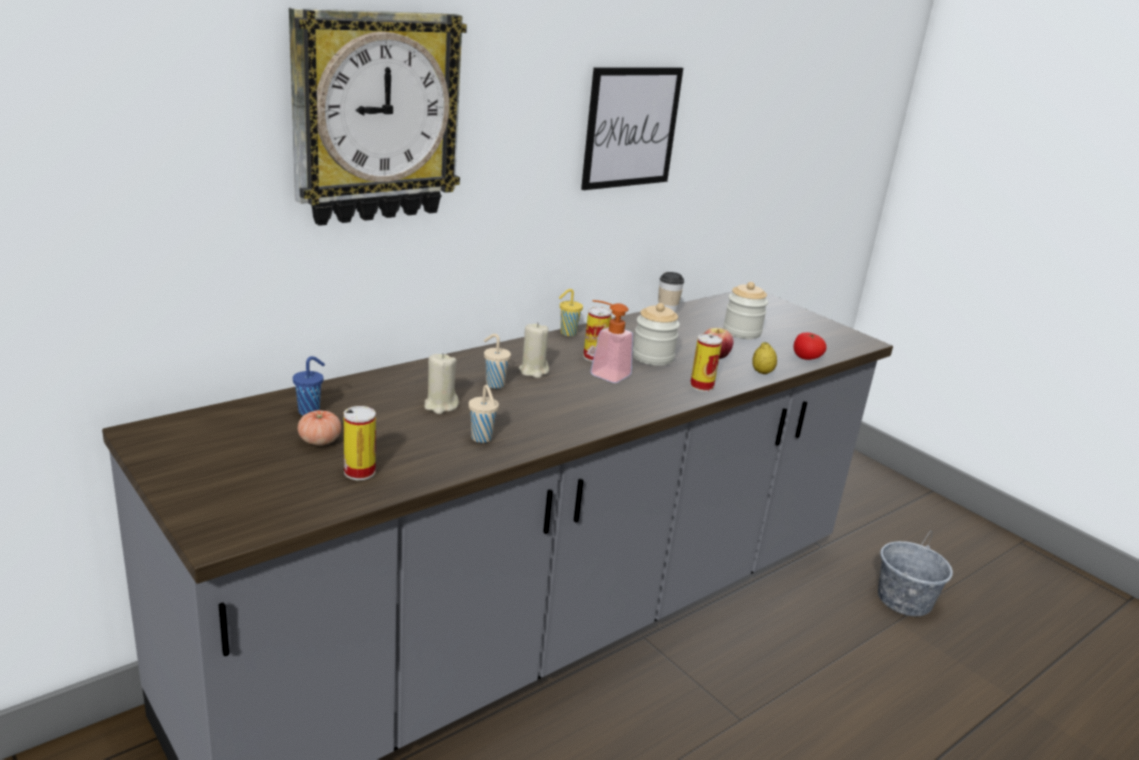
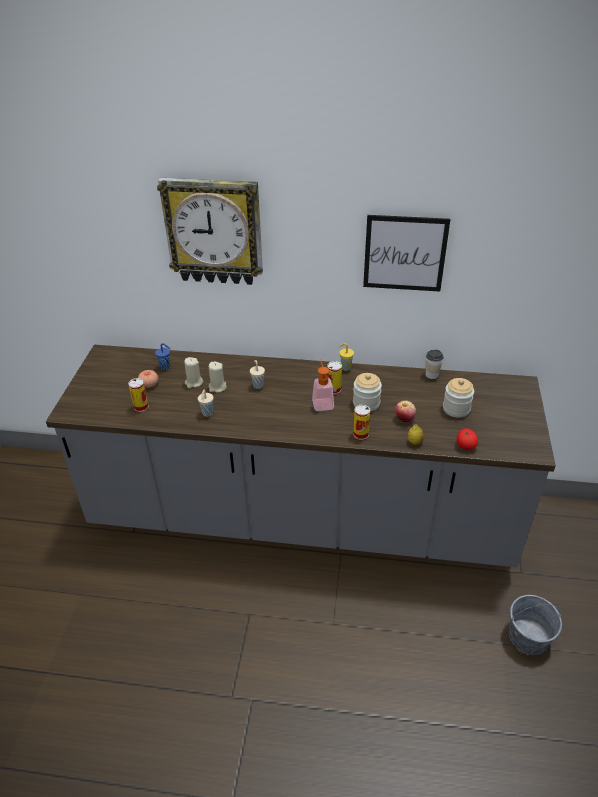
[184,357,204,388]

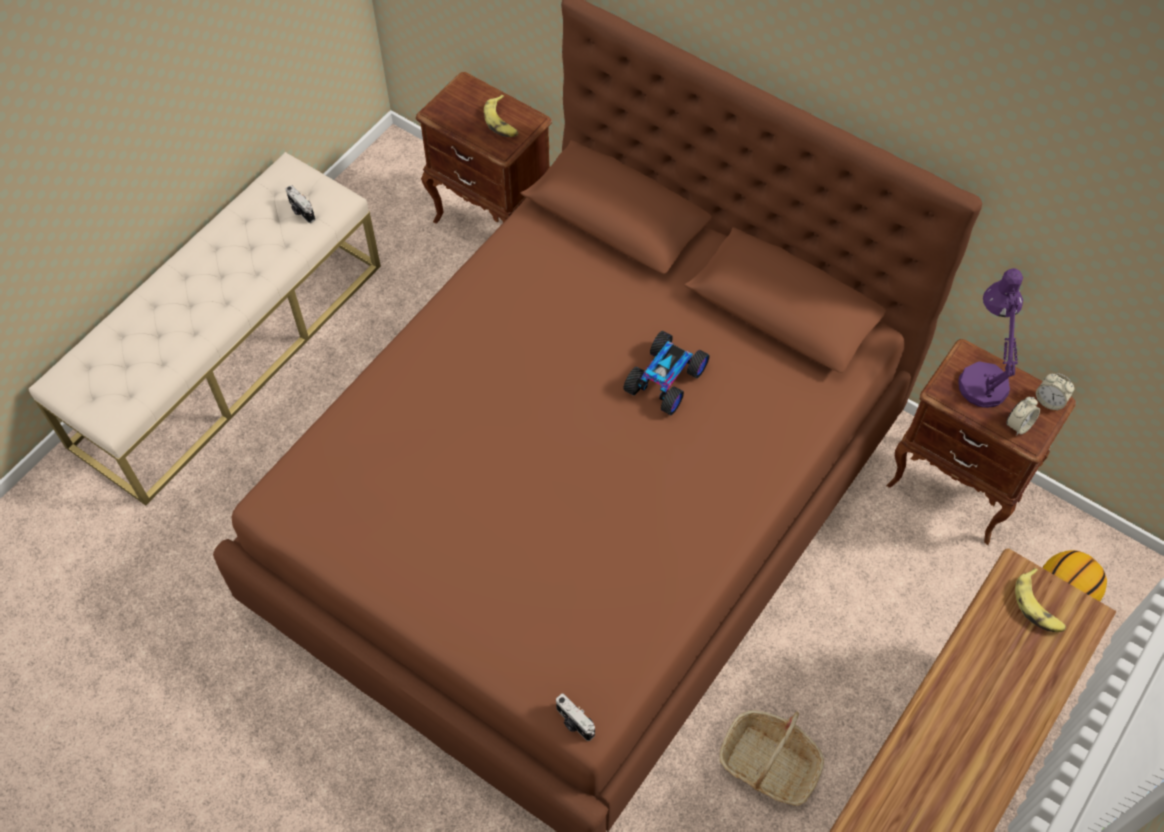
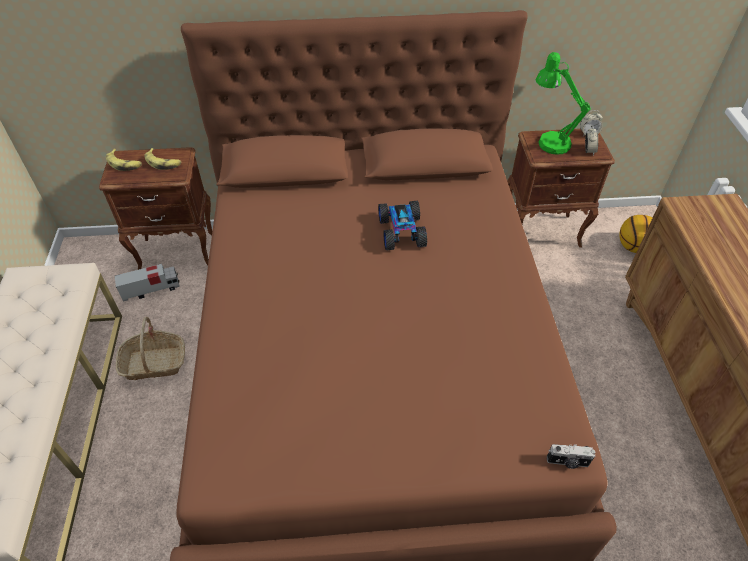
[286,185,315,223] (first image)
[116,317,185,380]
[536,52,591,155]
[106,149,142,171]
[115,264,180,302]

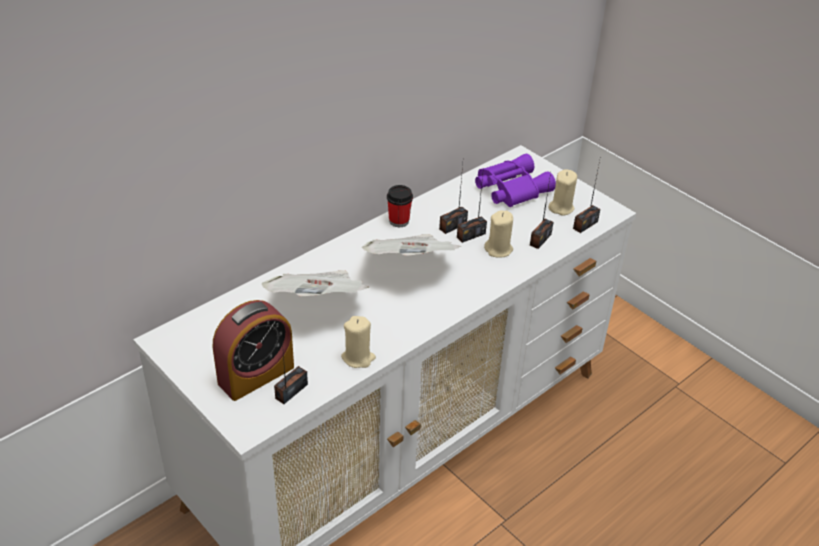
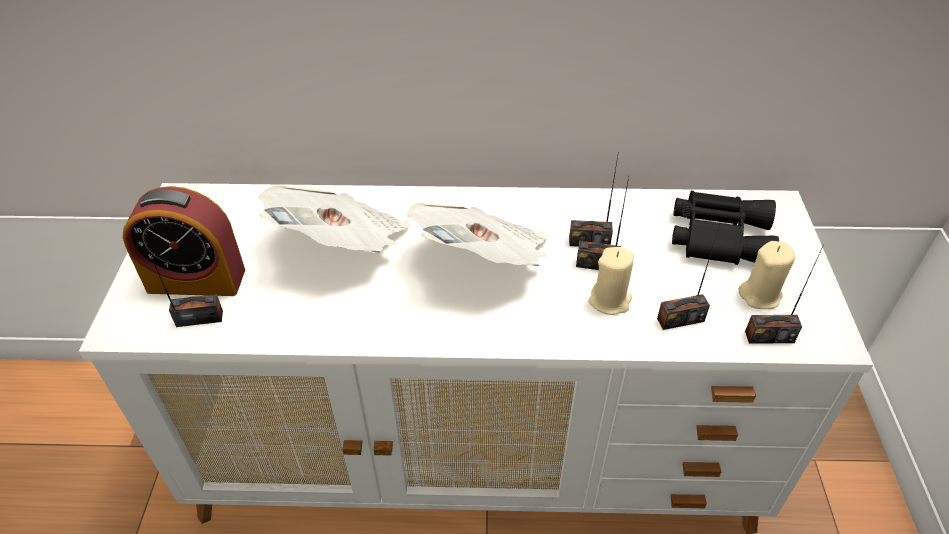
[341,316,376,368] (first image)
[387,185,413,227] (first image)
[672,191,779,265]

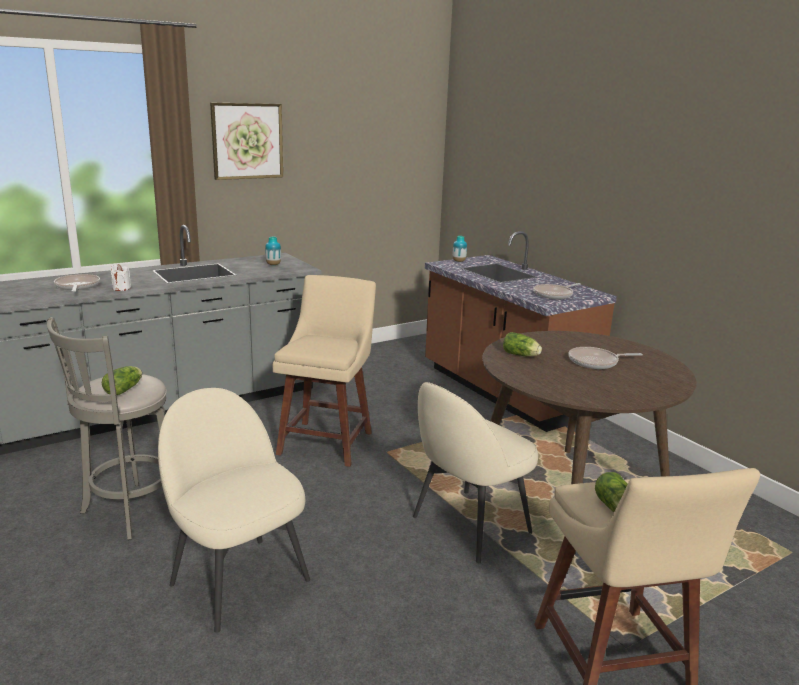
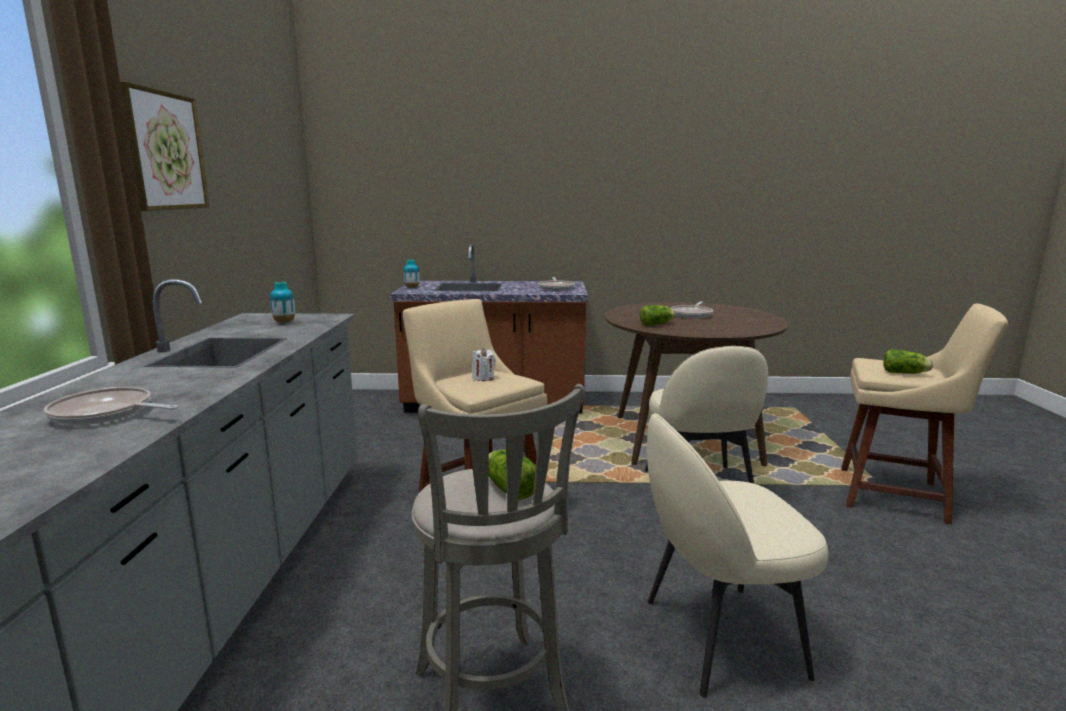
[472,348,496,381]

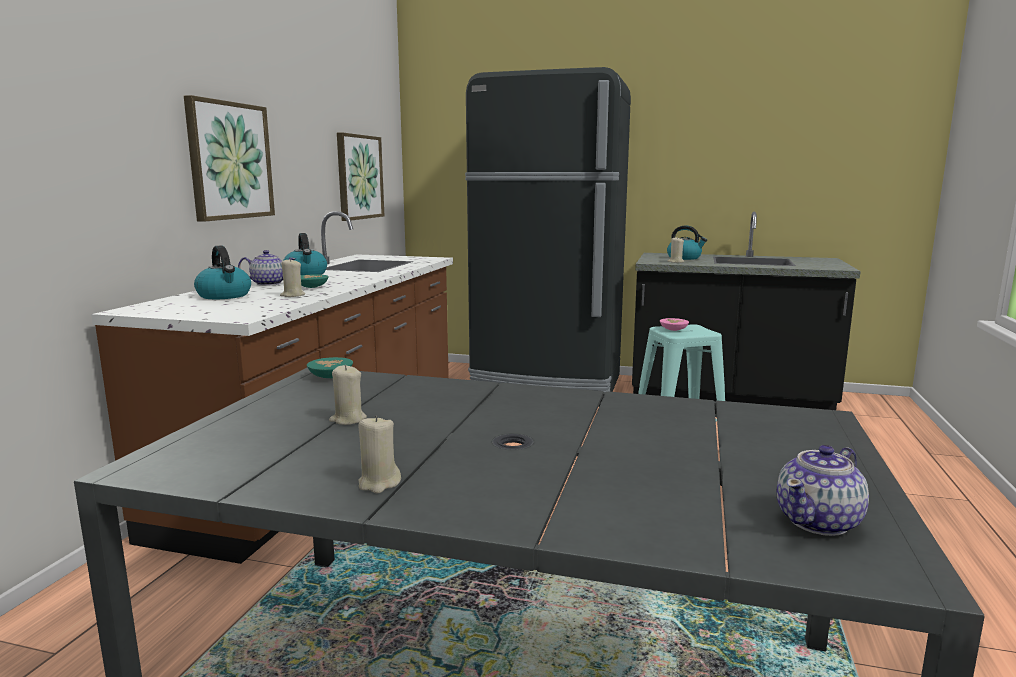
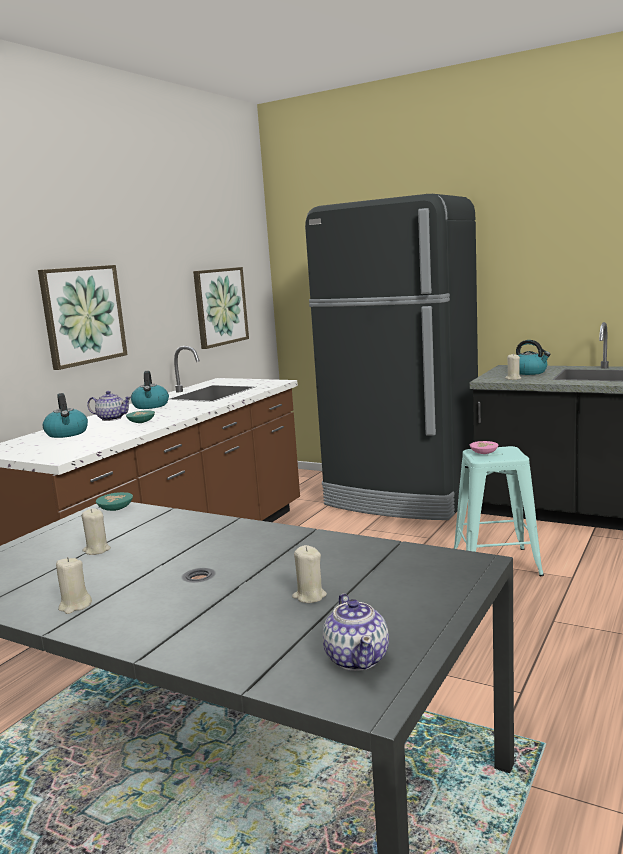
[292,545,327,603]
[323,594,389,671]

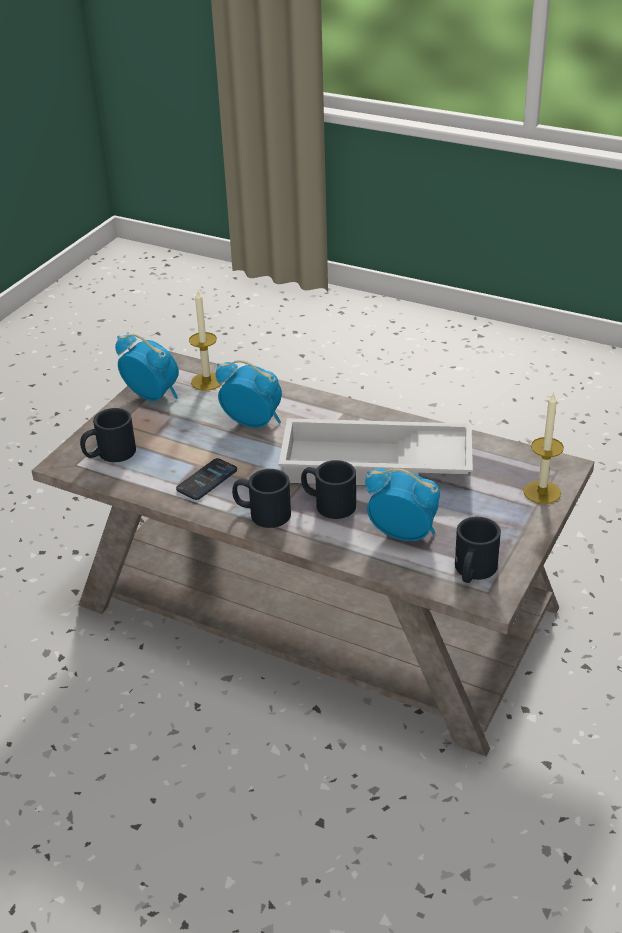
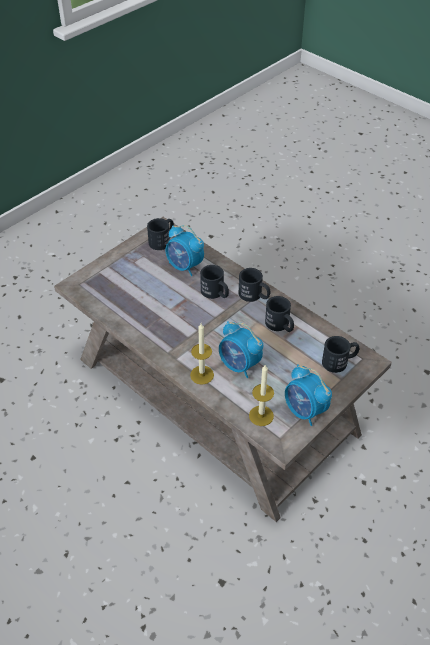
[265,296,294,332]
[279,418,473,485] (first image)
[190,323,214,385]

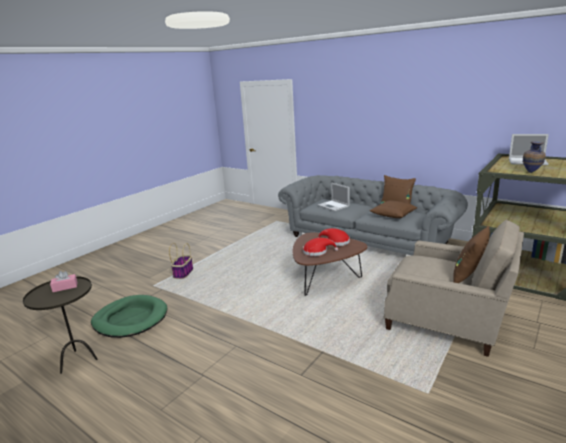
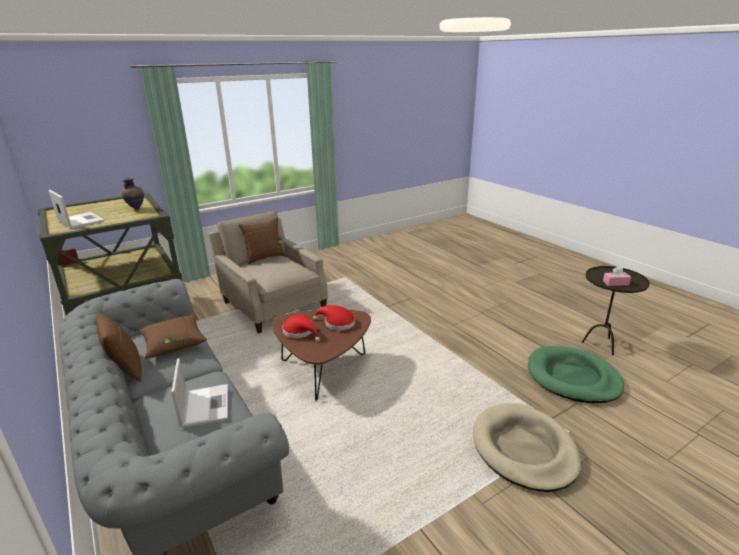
[473,403,581,492]

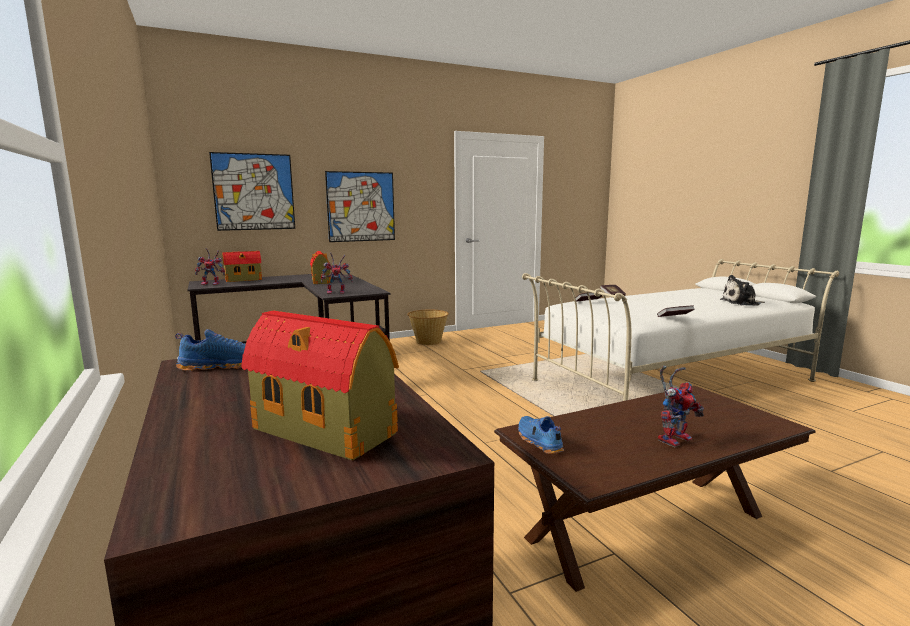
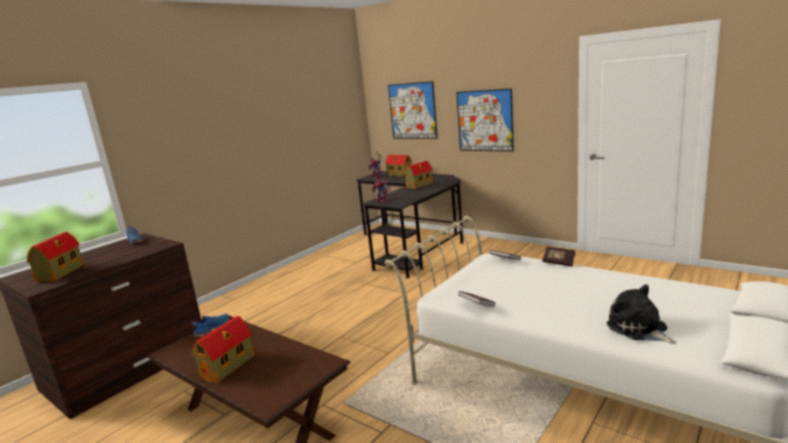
[407,309,449,345] (first image)
[192,316,254,383]

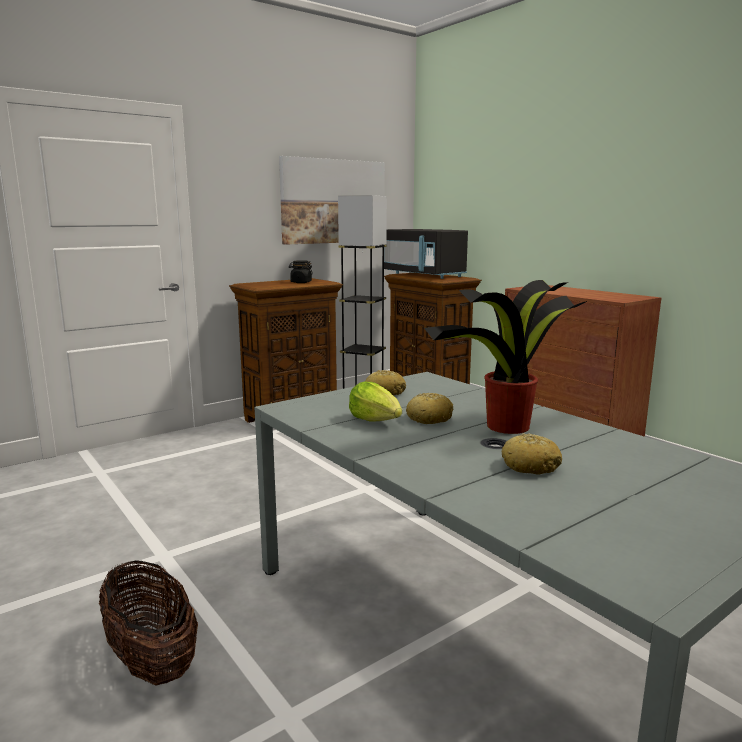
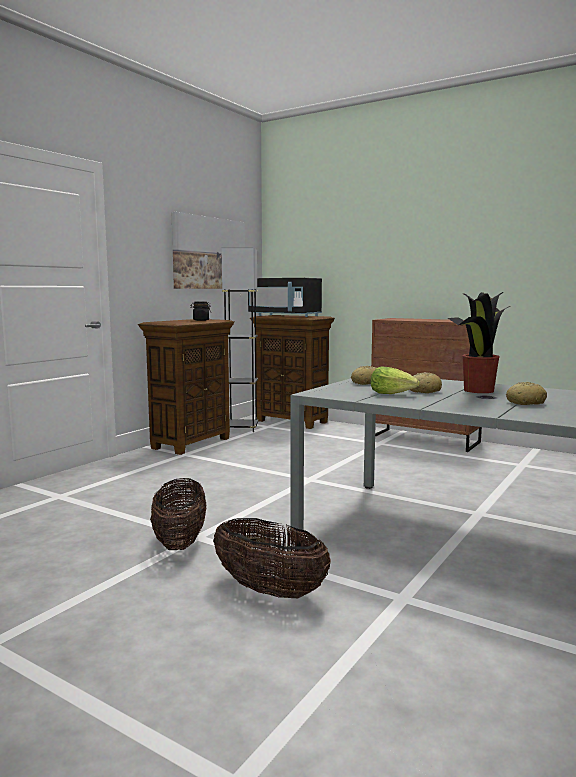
[150,478,207,550]

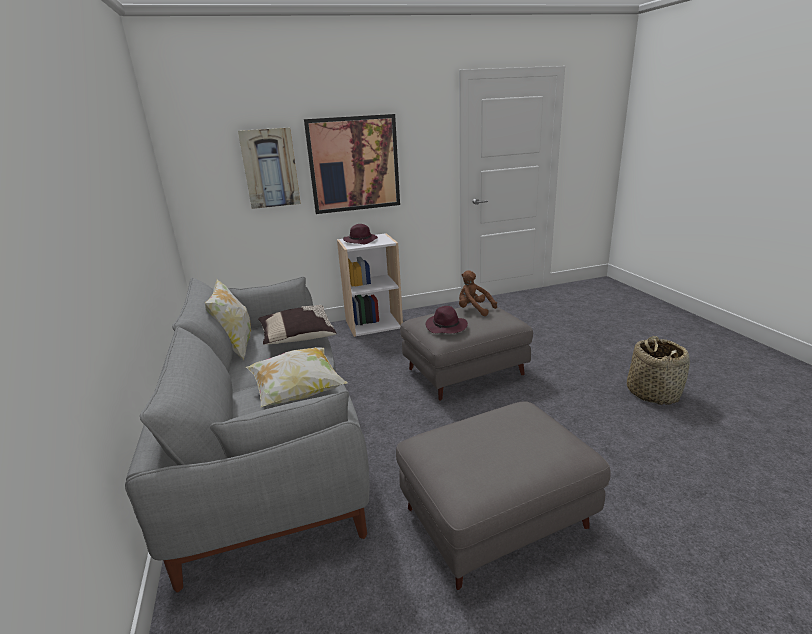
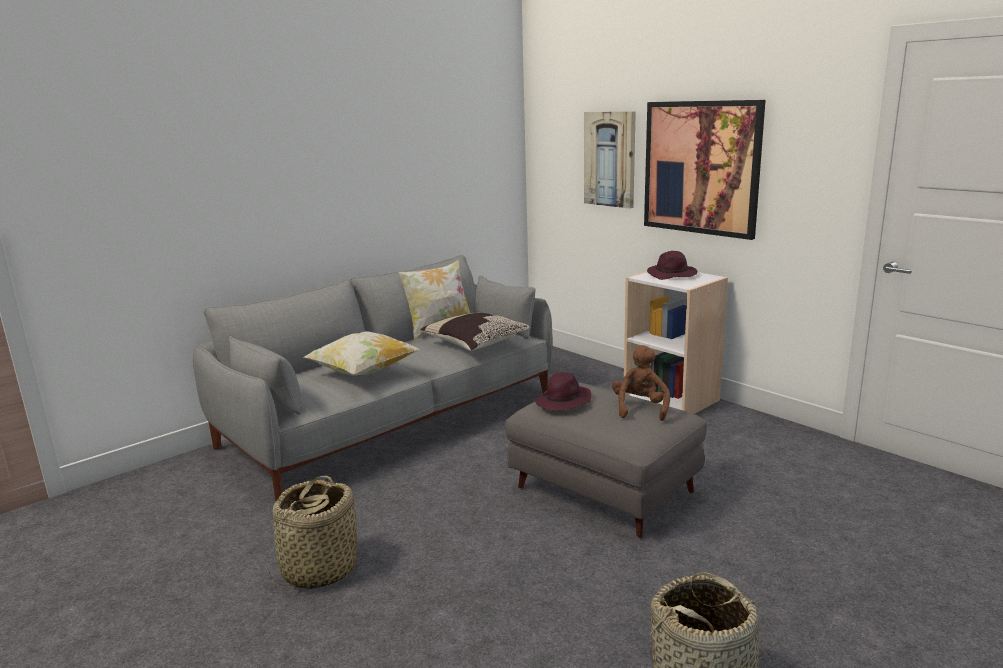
[270,475,357,589]

